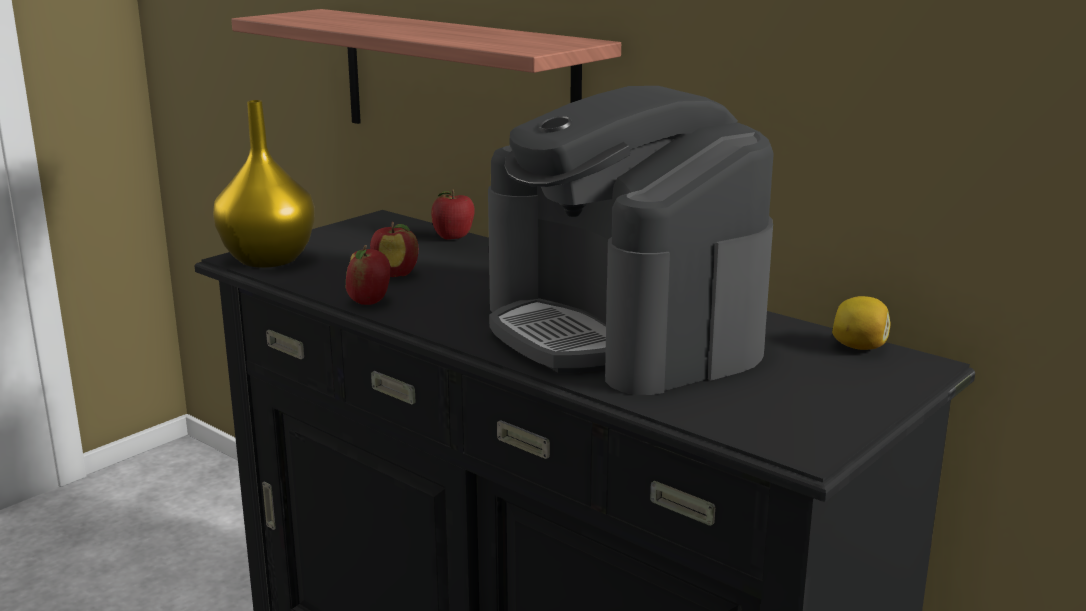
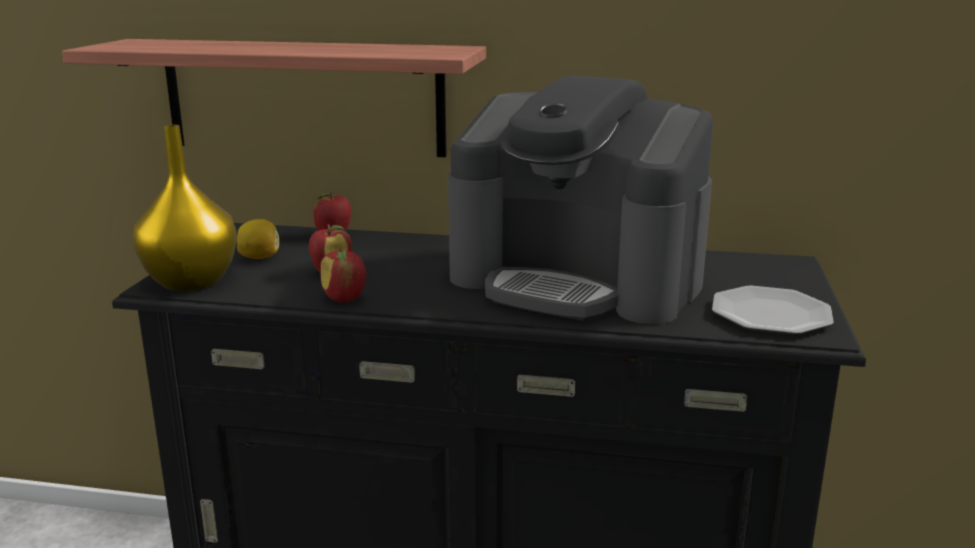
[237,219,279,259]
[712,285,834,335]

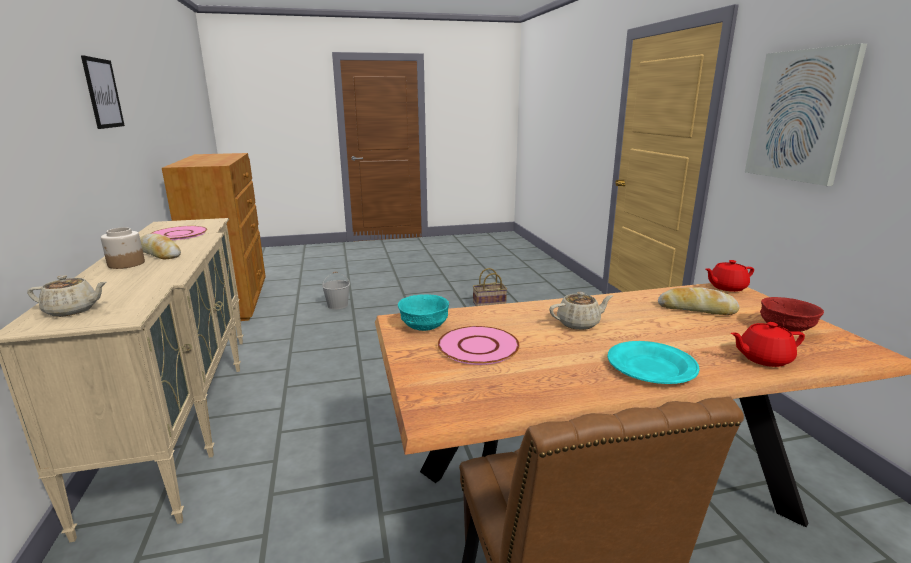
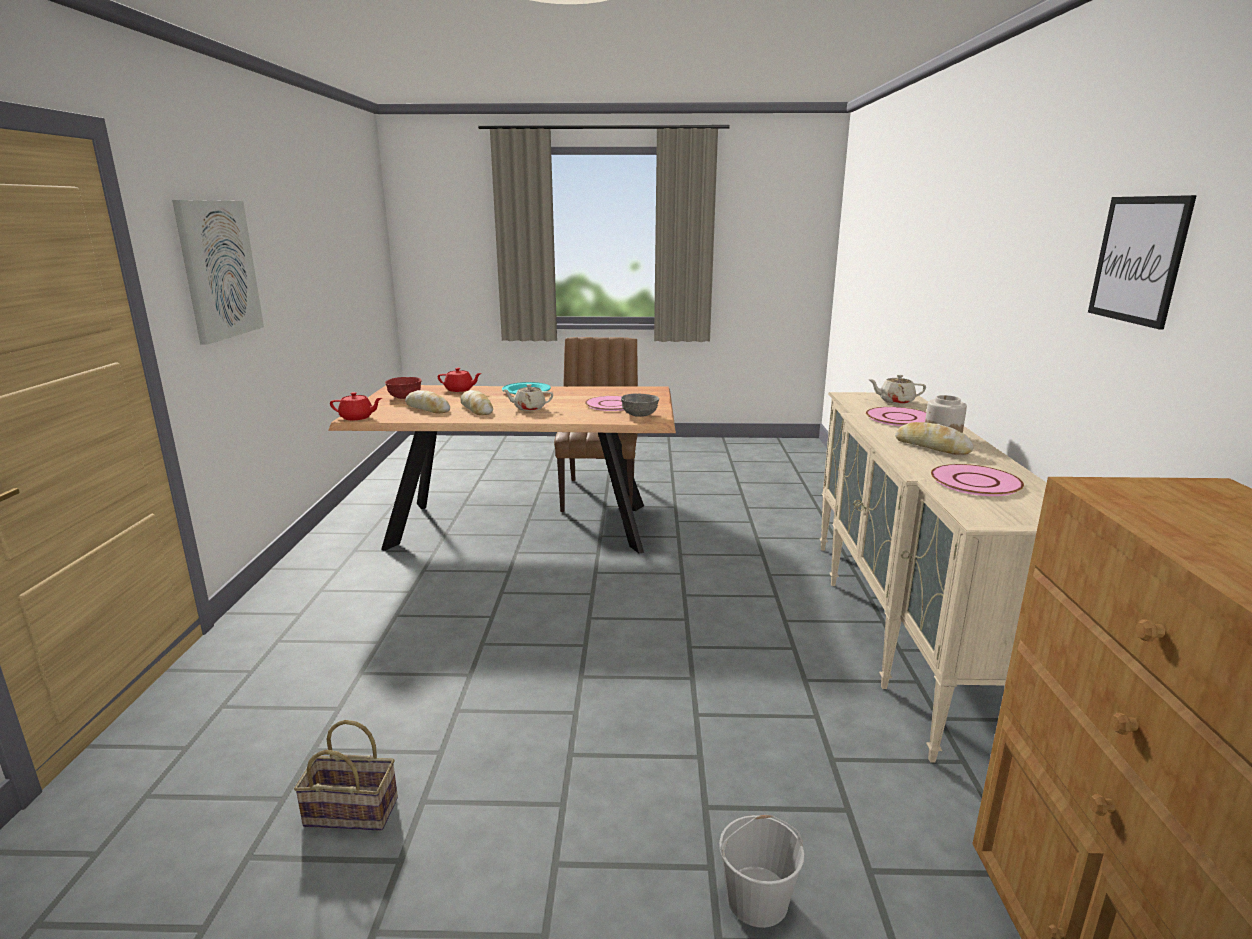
[621,394,659,417]
[460,390,493,415]
[866,407,926,426]

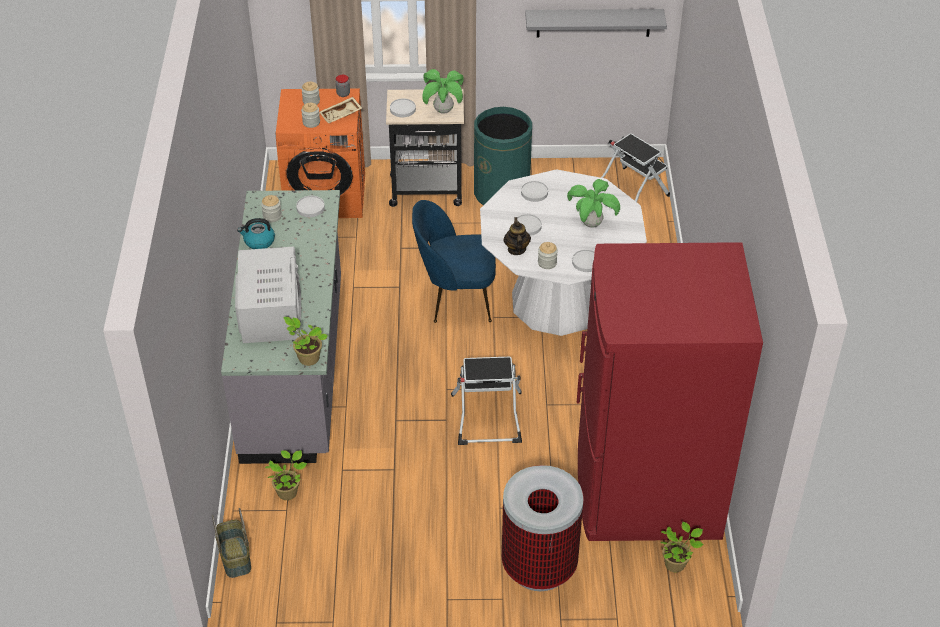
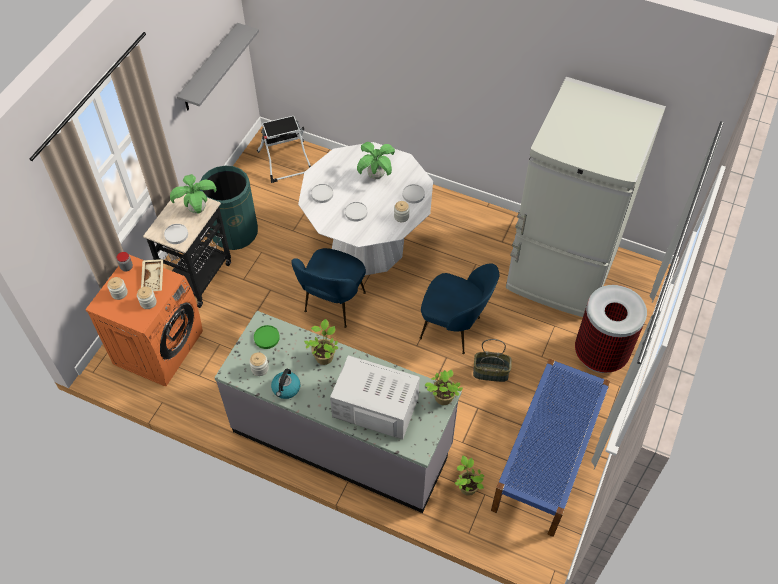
[473,339,512,382]
[254,325,280,349]
[420,263,499,354]
[503,217,531,255] (first image)
[506,77,666,317]
[304,319,338,365]
[491,358,611,537]

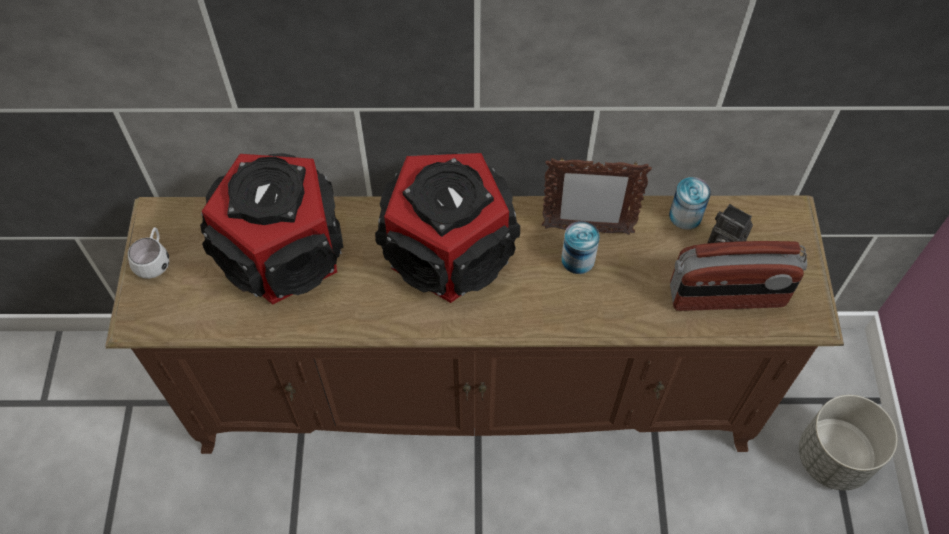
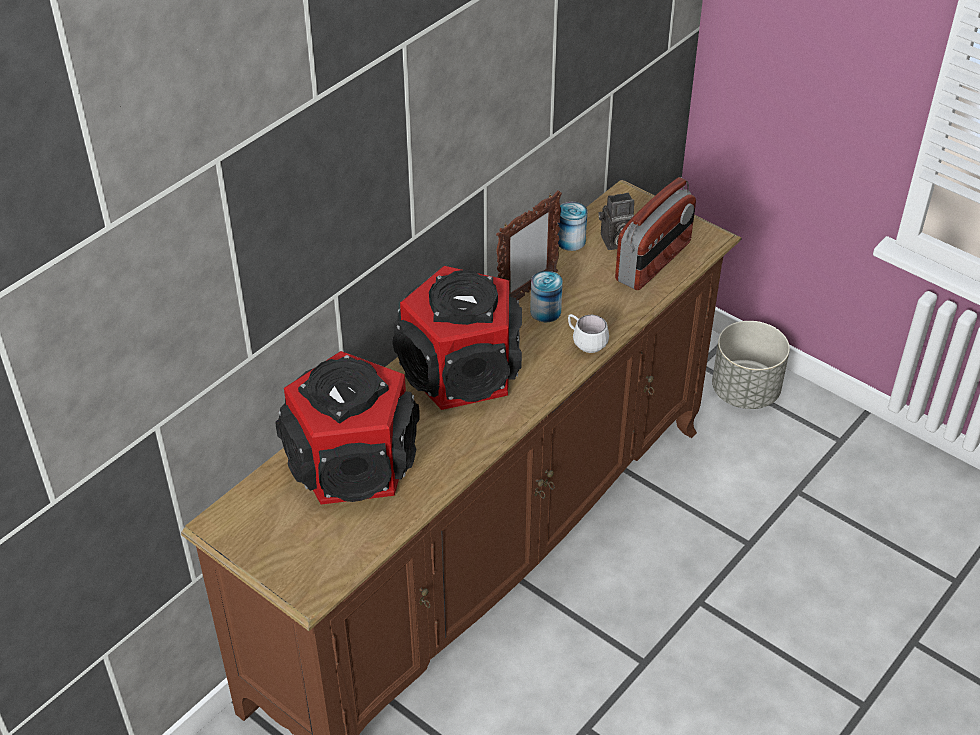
[568,314,609,353]

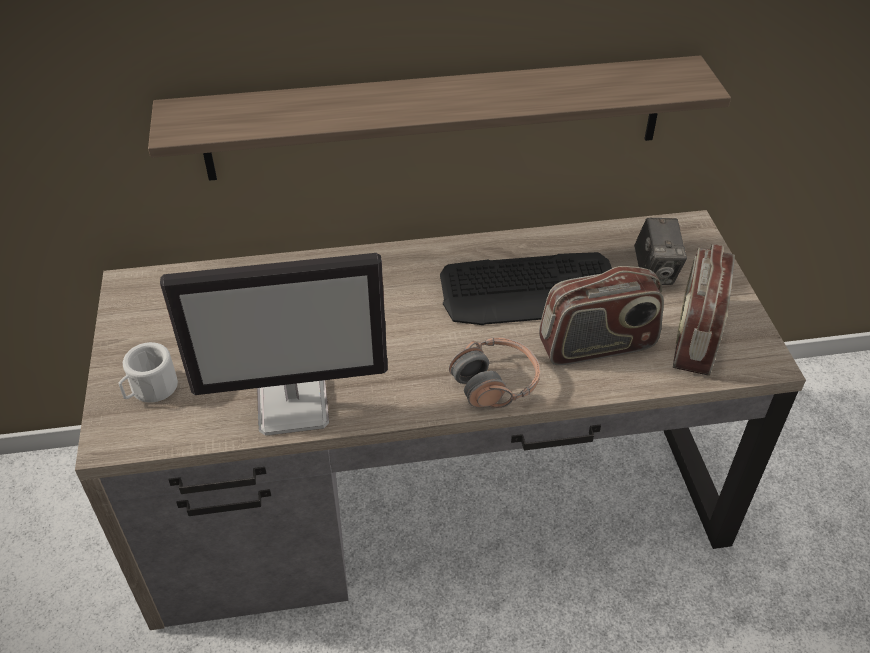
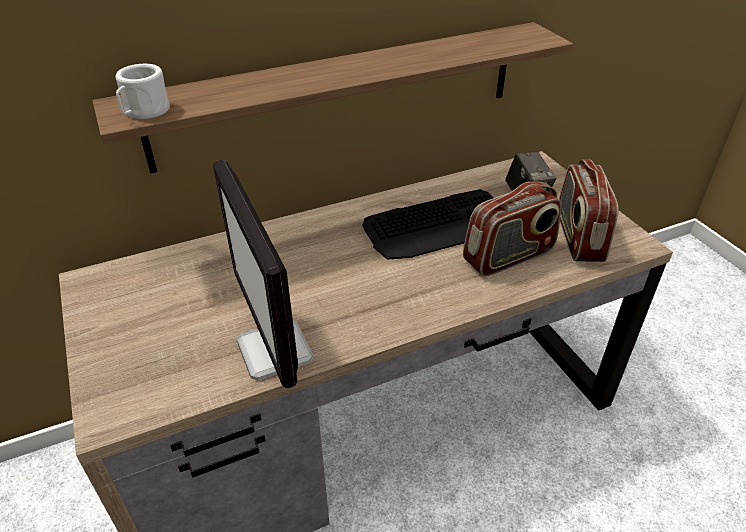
[115,64,170,119]
[213,159,314,389]
[449,338,540,408] (first image)

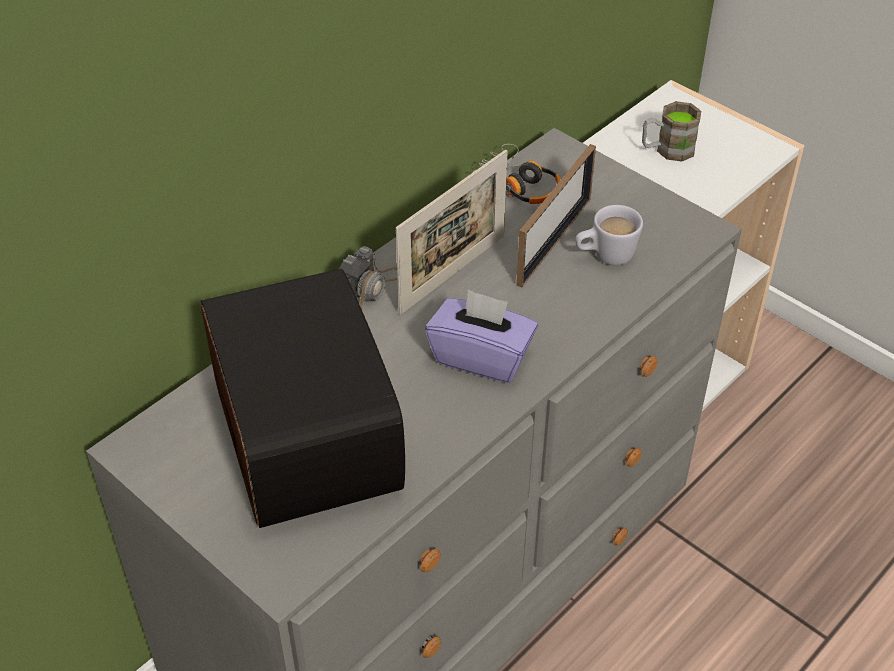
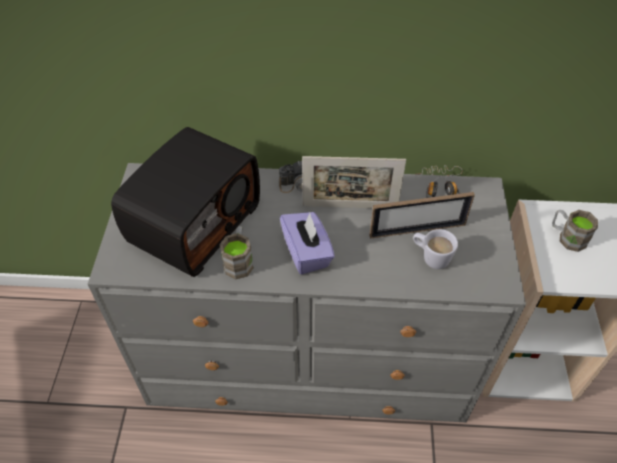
[219,226,254,279]

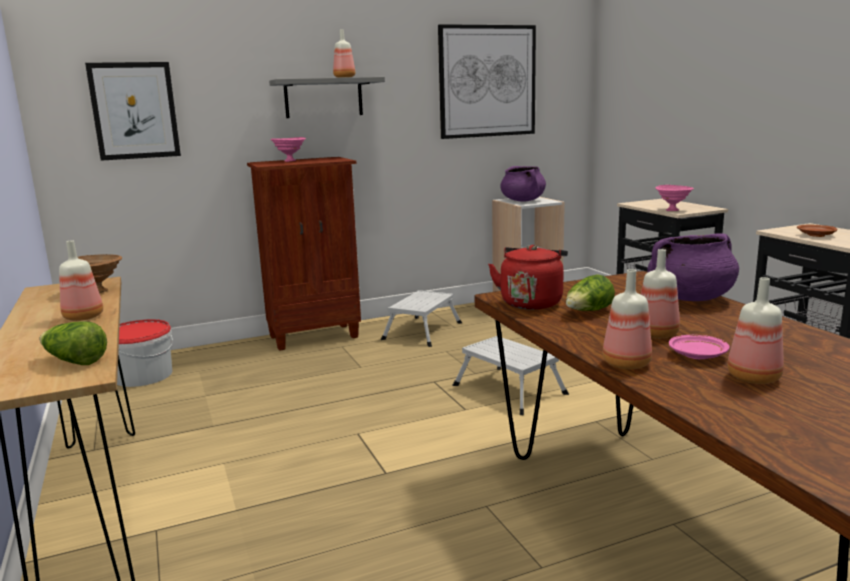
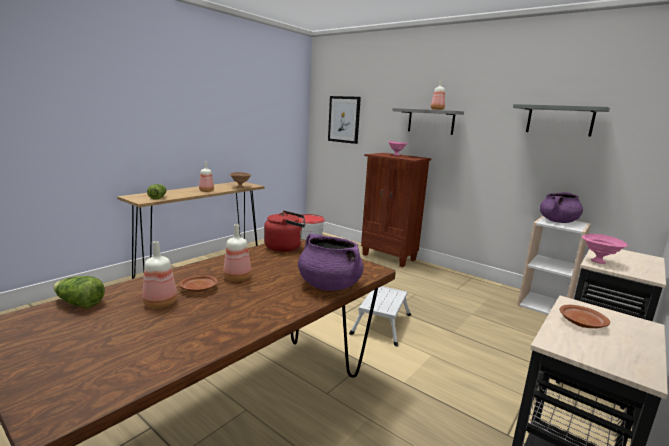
[381,290,462,347] (first image)
[513,104,610,136]
[53,276,105,308]
[603,269,652,369] (first image)
[179,275,218,292]

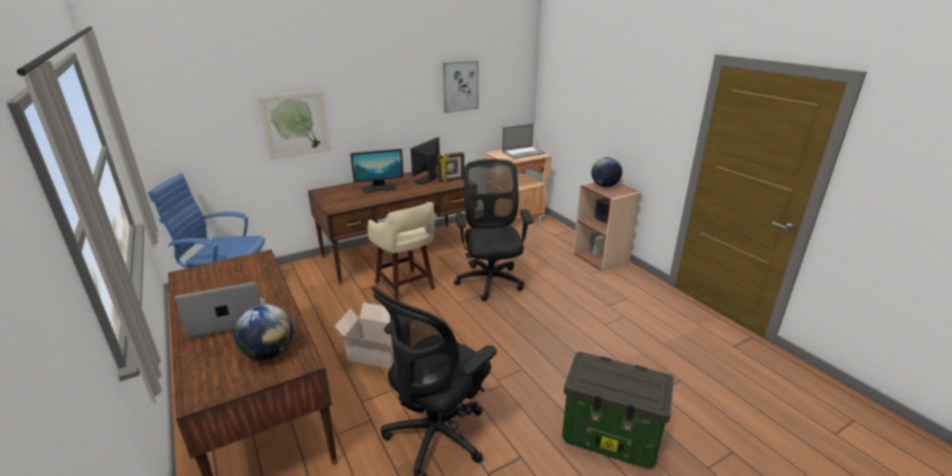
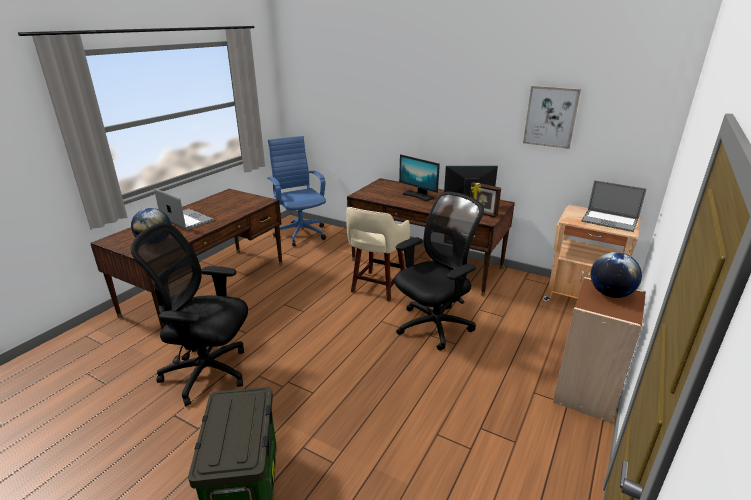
[258,91,331,160] (first image)
[334,303,394,369] (first image)

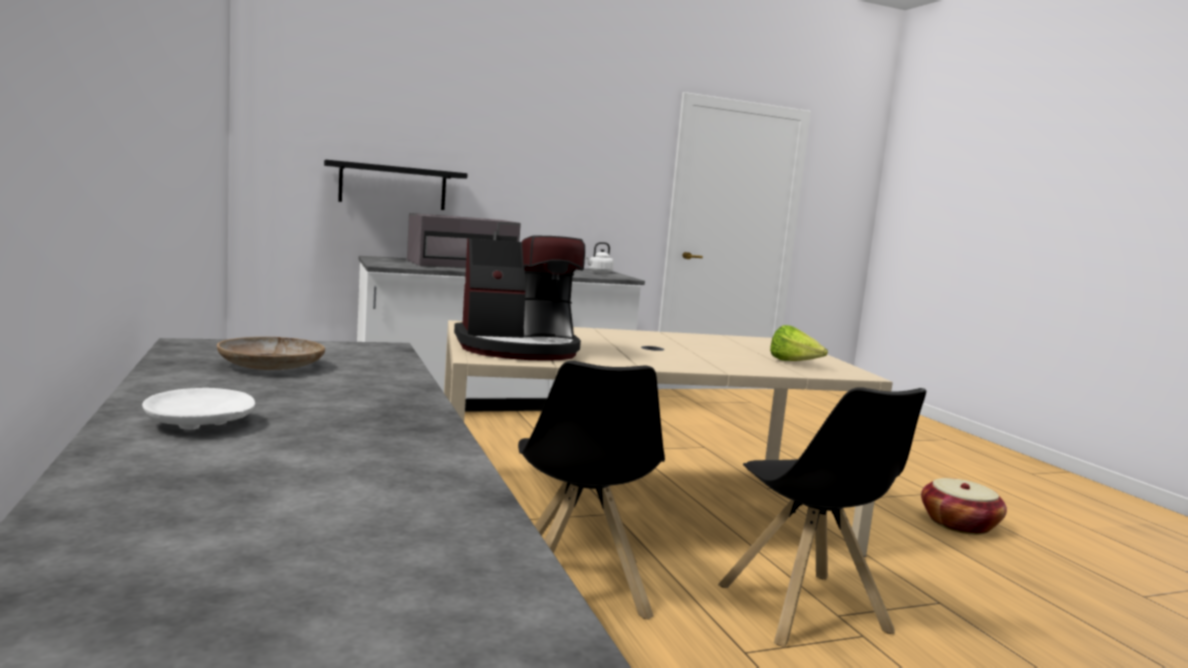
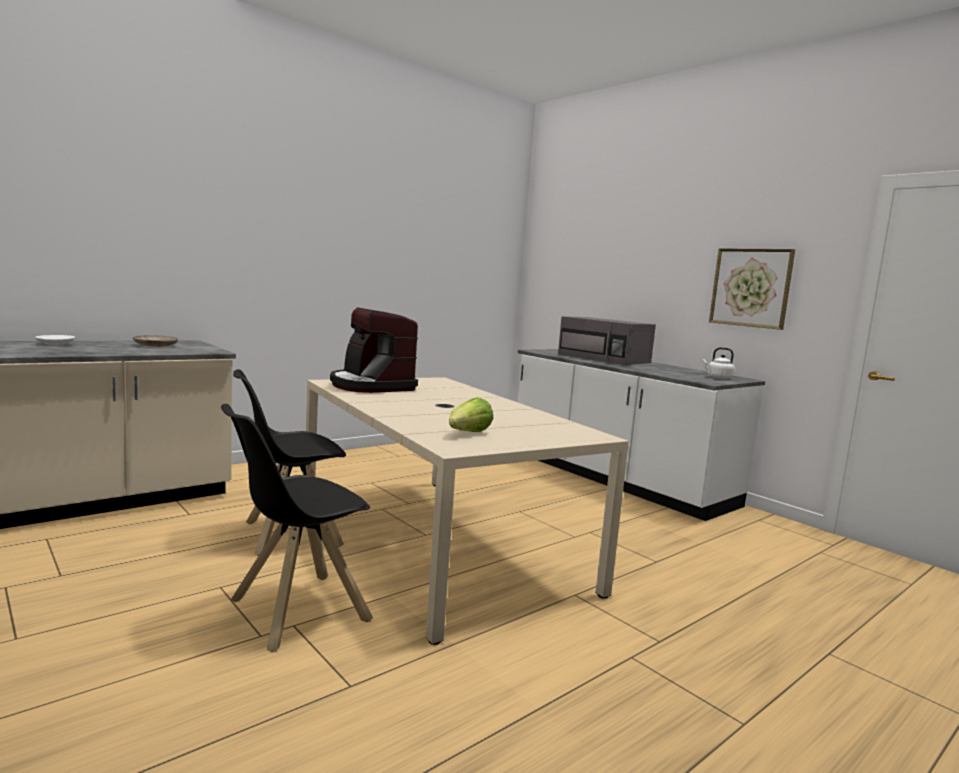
[324,160,468,210] (first image)
[921,478,1007,535] (first image)
[709,248,795,330]

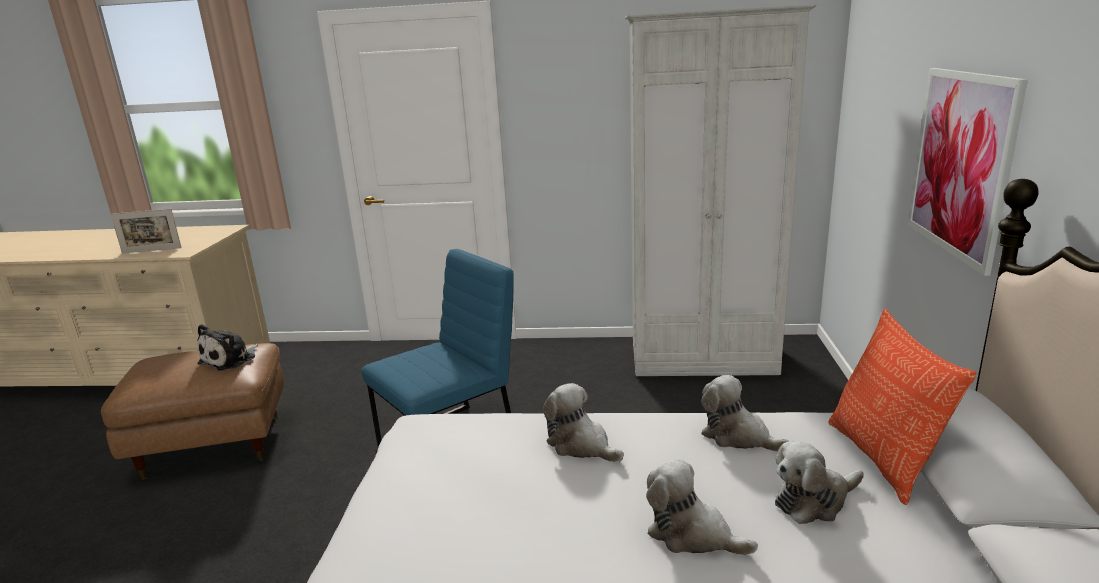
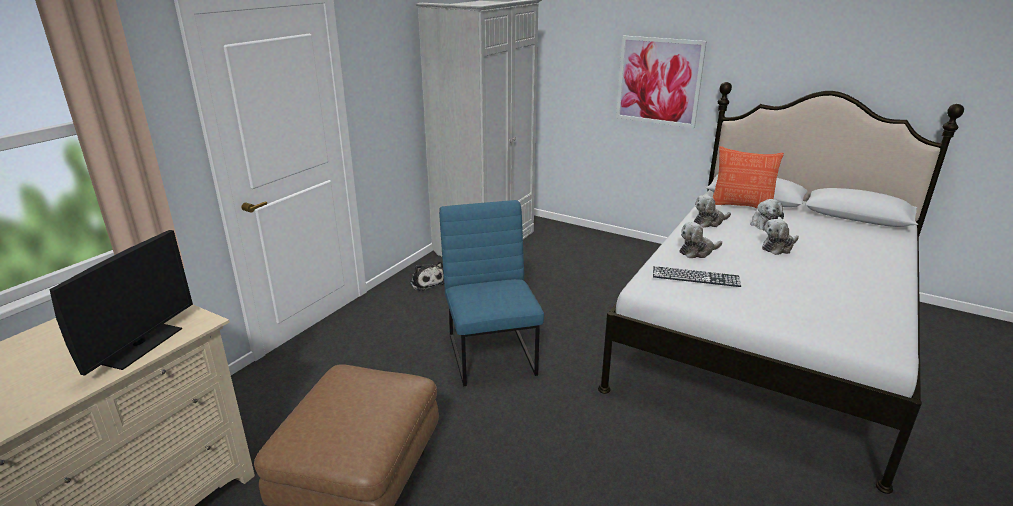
[49,230,193,376]
[410,261,444,291]
[653,266,741,287]

